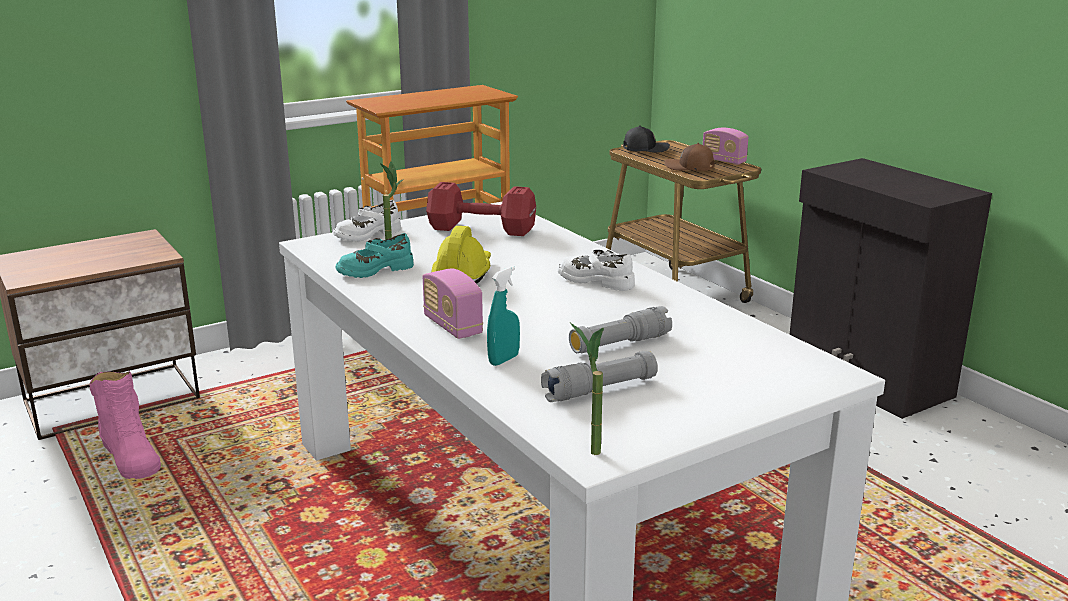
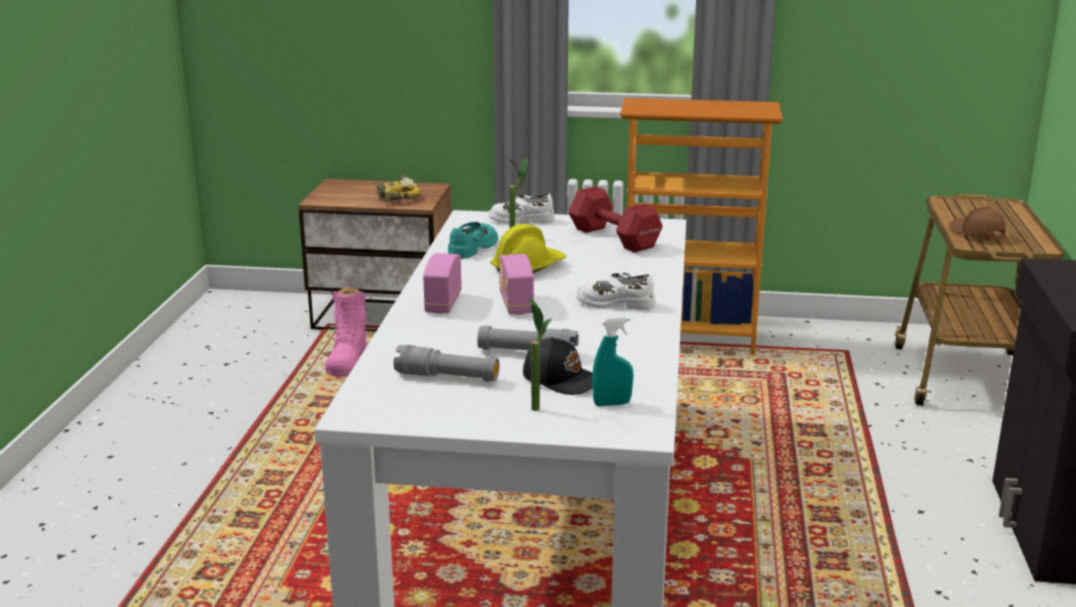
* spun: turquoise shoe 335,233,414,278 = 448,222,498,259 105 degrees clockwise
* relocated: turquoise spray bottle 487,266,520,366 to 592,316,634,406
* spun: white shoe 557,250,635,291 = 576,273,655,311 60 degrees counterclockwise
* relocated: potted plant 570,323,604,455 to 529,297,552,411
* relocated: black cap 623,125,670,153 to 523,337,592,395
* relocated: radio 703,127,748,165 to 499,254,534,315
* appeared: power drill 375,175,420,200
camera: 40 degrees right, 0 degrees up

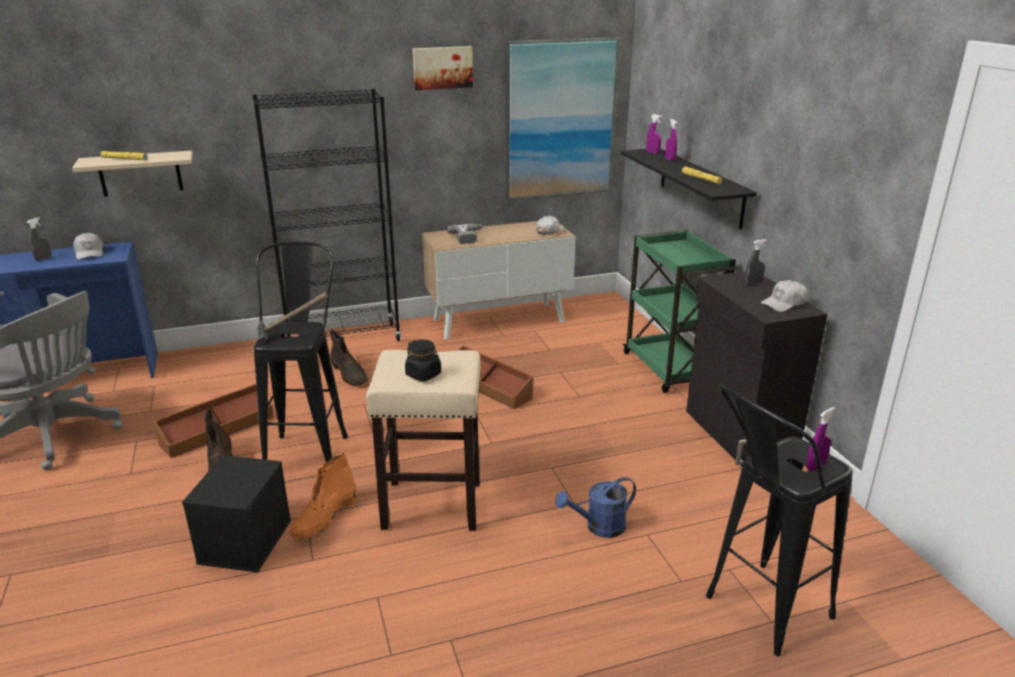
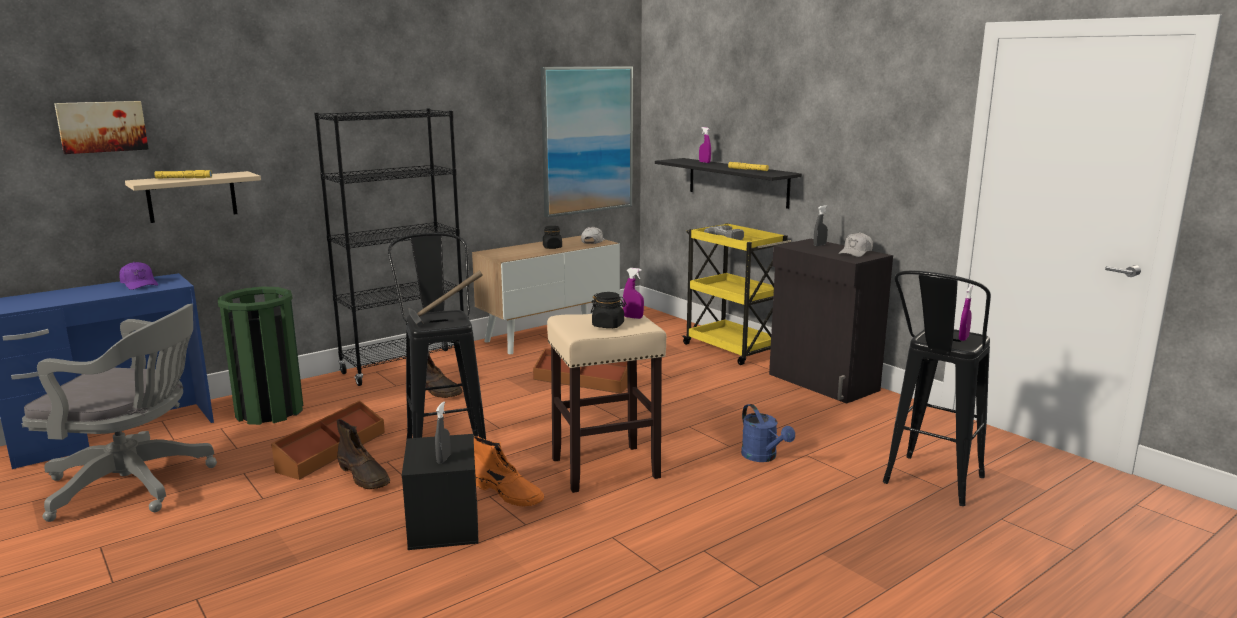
* relocated: grey spray bottle 27,218,51,261 to 435,402,451,463
* colour: white cap 73,233,104,260 to purple cap 119,262,158,290
* spun: orange boot 290,452,356,539 = 474,436,544,507 60 degrees counterclockwise
* relocated: picture 413,46,473,90 to 54,101,148,154
* relocated: power drill 447,224,483,244 to 704,225,744,240
* spun: blue watering can 555,477,636,538 = 741,404,795,462 75 degrees counterclockwise
* colour: green cart 623,230,737,393 to yellow cart 682,223,791,365
* relocated: purple spray bottle 646,114,662,154 to 623,268,644,319
* appeared: green trash can 218,287,303,425
* appeared: black jar 543,226,562,249
camera: 20 degrees left, 10 degrees down

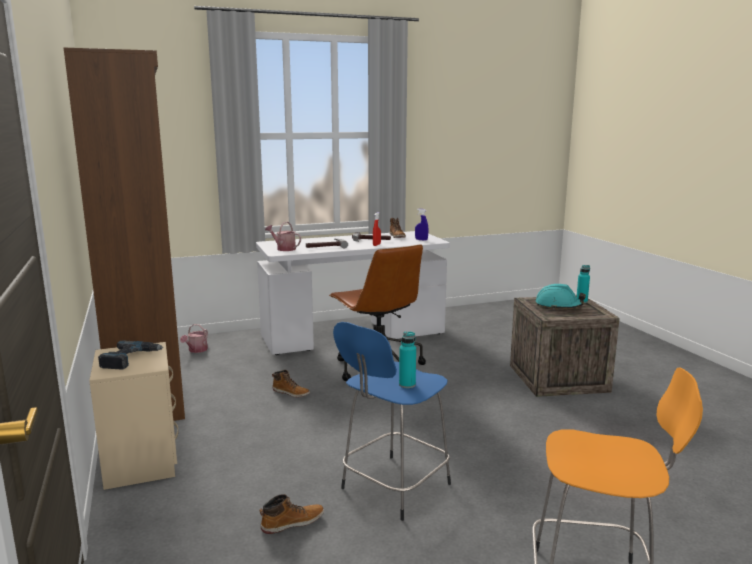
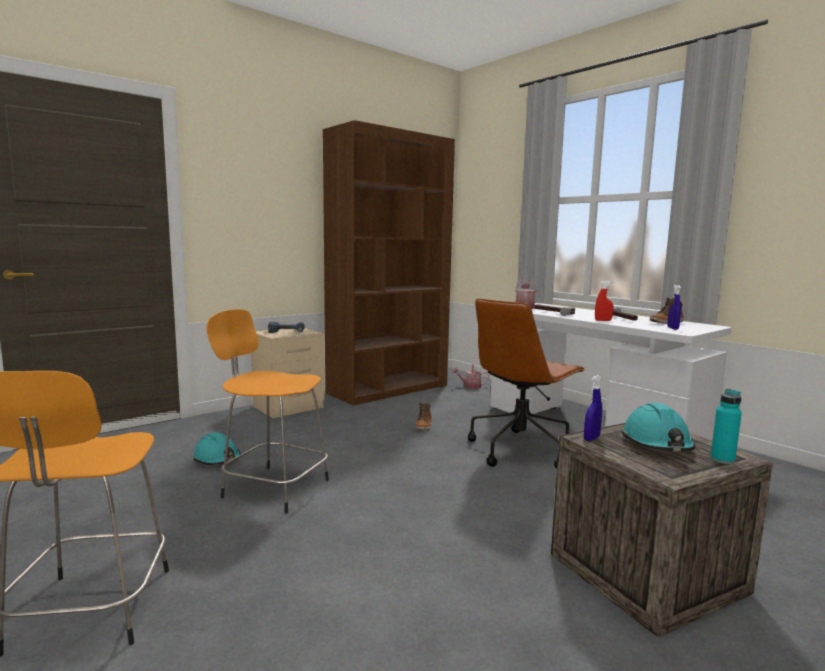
* exchanged: boot 260,494,324,534 to turquoise hard hat 194,432,241,465
* colour: blue stool 333,322,451,521 to orange stool 206,309,329,514
* missing: turquoise bottle 399,331,416,388
* appeared: blue spray bottle 584,375,602,442
camera: 70 degrees right, 5 degrees down

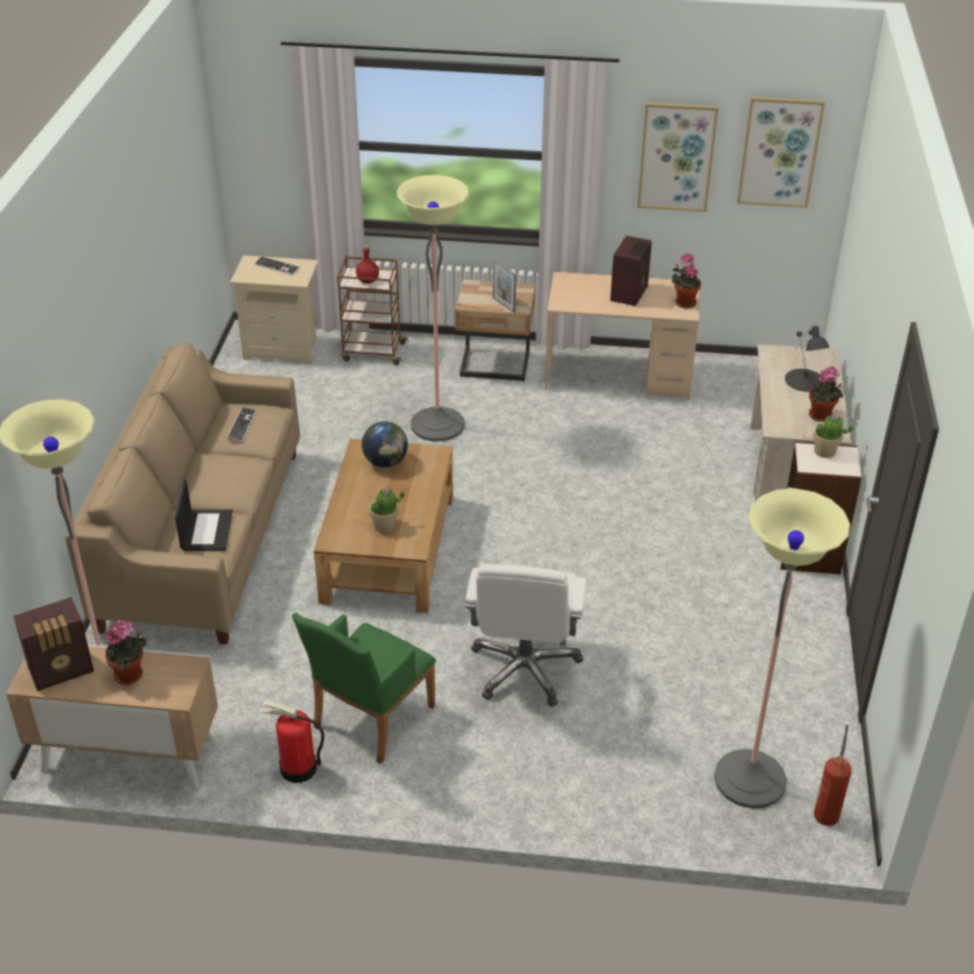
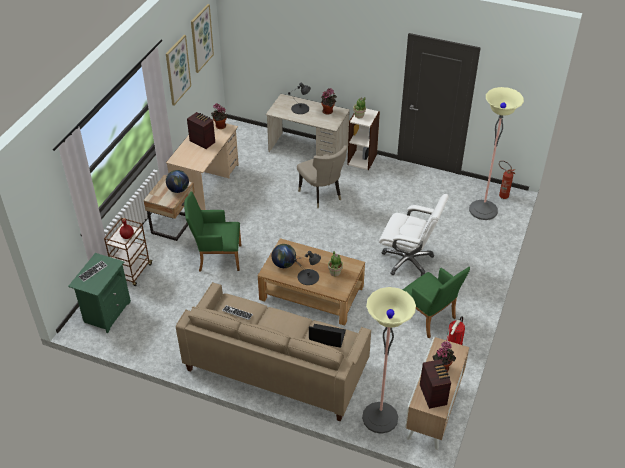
* colour: beige nightstand 230,255,319,365 to green nightstand 68,253,131,333
* exchanged: floor lamp 397,175,469,442 to green armchair 184,191,241,271
* exchanged: picture frame 493,260,516,313 to globe 166,170,189,193
* appeared: black table lamp 294,251,321,285
* appeared: beige chair 297,145,347,208
camera: 75 degrees left, 5 degrees up

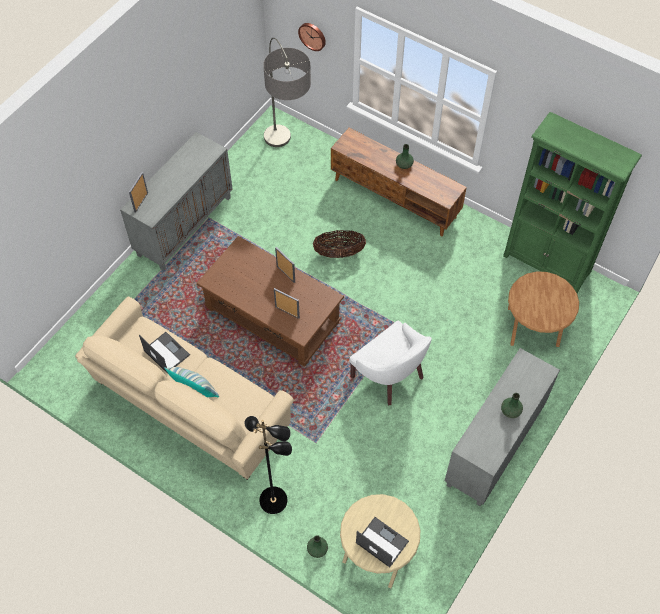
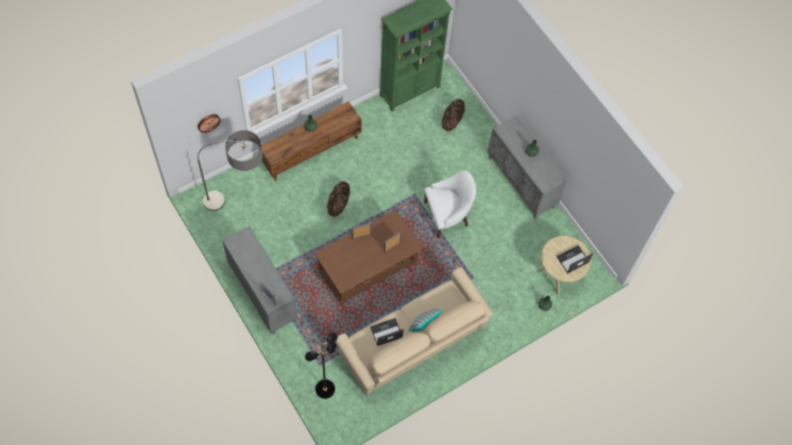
* relocated: black floor lamp 244,416,292,514 to 305,332,338,399
* exchanged: brown side table 508,272,579,347 to basket 442,99,465,131
camera: 70 degrees left, 5 degrees up

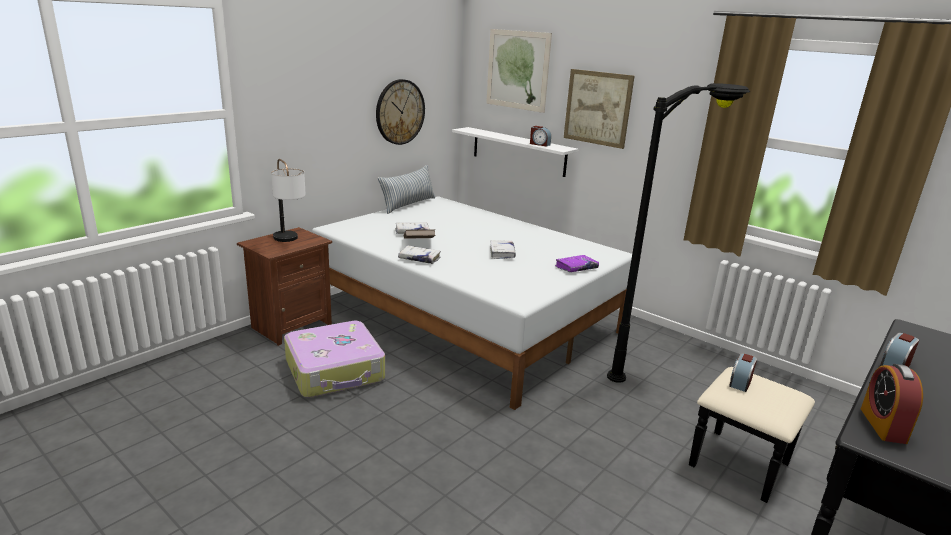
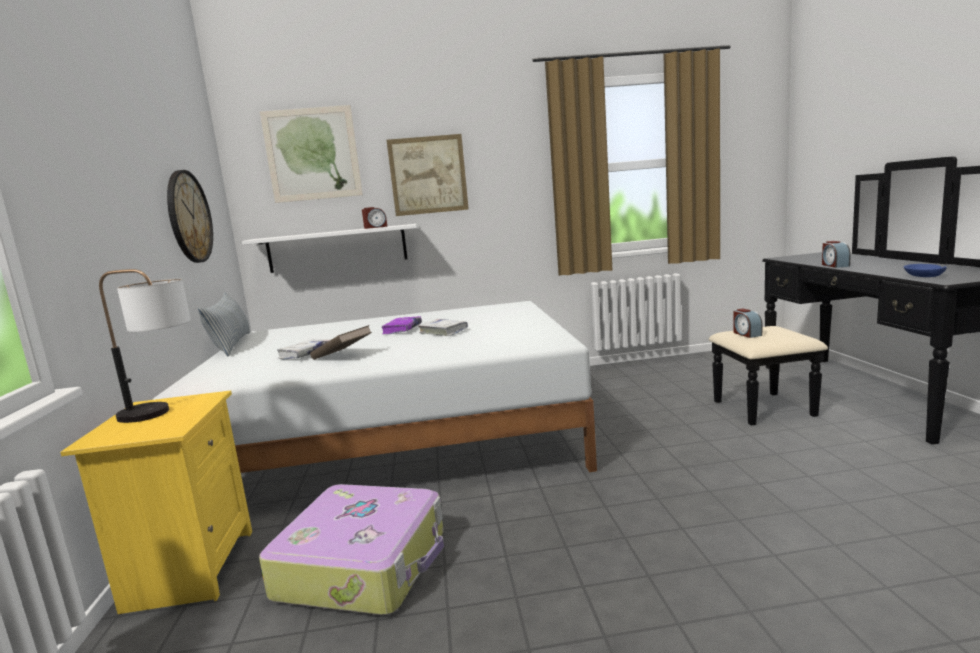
* colour: brown nightstand 237,227,332,346 to yellow nightstand 60,391,252,614
* missing: white book 398,245,441,264
* relocated: purple book 555,255,599,272 to 381,316,422,334
* missing: black floor lamp 607,83,750,383
* exchanged: alarm clock 861,364,923,444 to blue bowl 904,264,947,277
camera: 45 degrees left, 10 degrees down

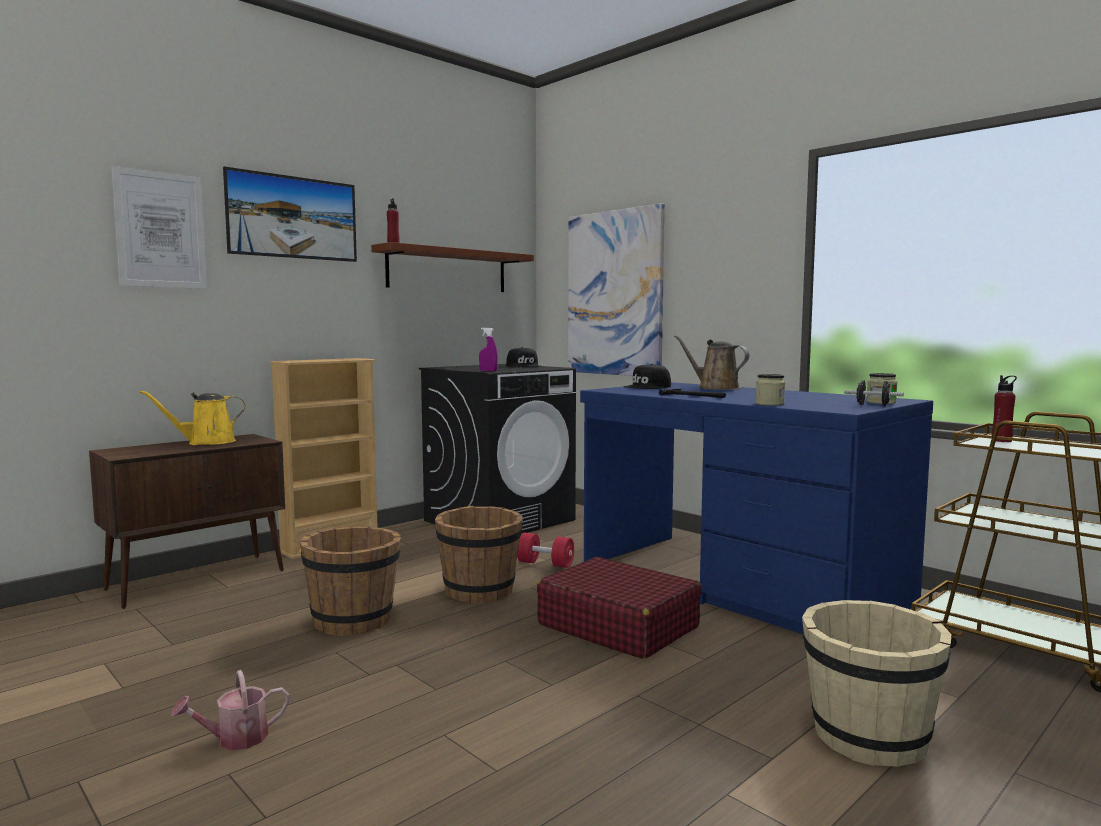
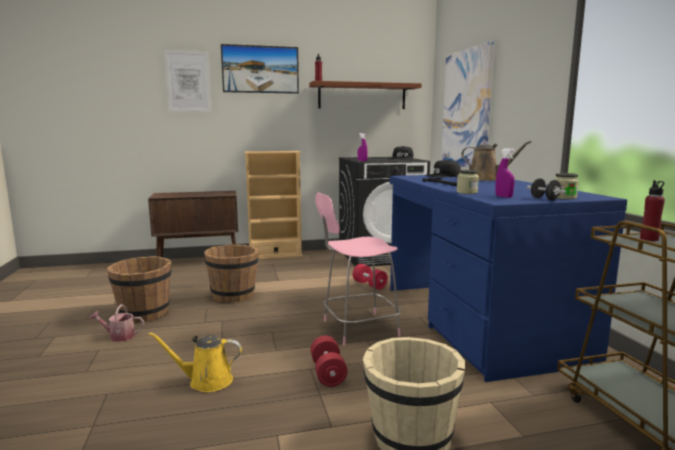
* relocated: yellow watering can 139,390,245,445 to 148,332,242,392
* relocated: brown bucket 435,506,522,604 to 107,256,172,322
* exchanged: red suitcase 537,557,702,659 to pink chair 315,192,401,346
* spun: brown watering can 674,335,749,390 = 461,141,532,181 135 degrees clockwise
* appeared: red dumbbell 310,336,347,387
* appeared: purple spray bottle 495,148,515,198
camera: 30 degrees right, 5 degrees up

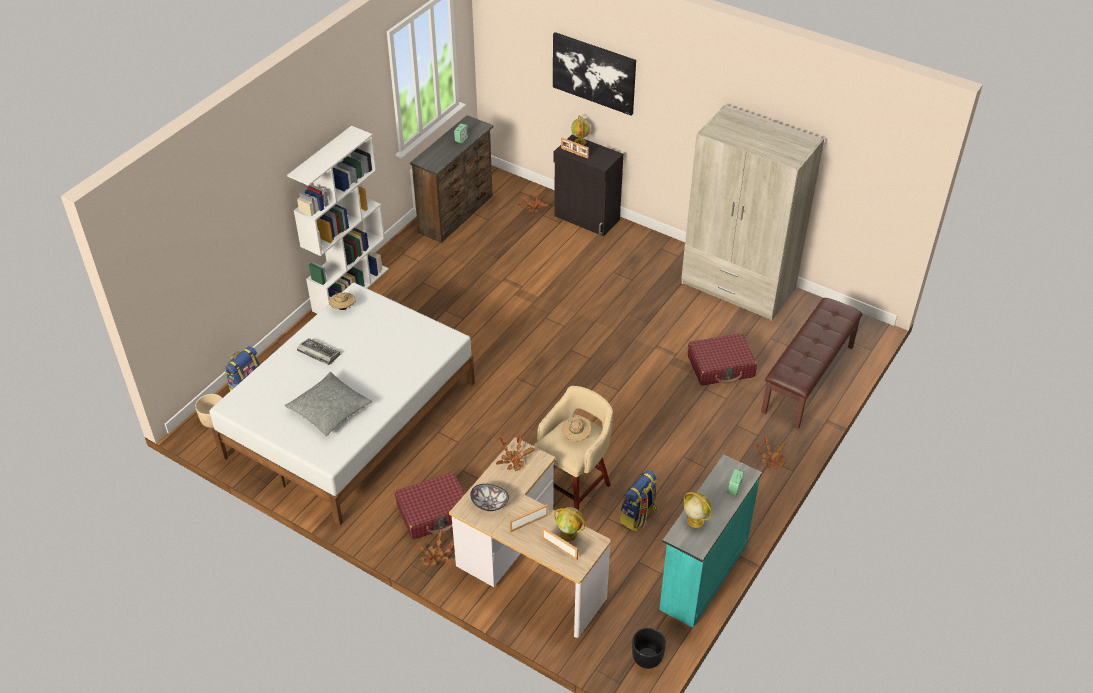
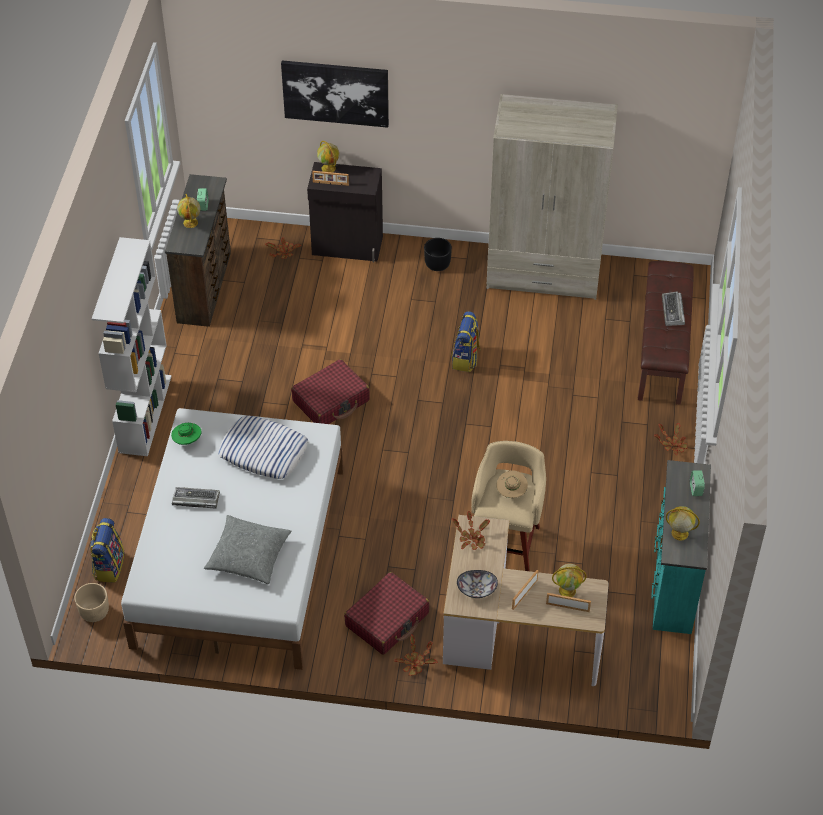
* colour: beige hat 329,292,356,310 to green hat 171,423,202,445
* relocated: backpack 620,470,658,531 to 451,311,481,372
* relocated: black planter 632,628,666,669 to 424,238,452,271
* relocated: red suitcase 688,333,757,386 to 291,359,370,424
* appeared: globe 177,194,200,228
* appeared: pillow 218,415,308,479
* appeared: keyboard 662,291,685,326
camera: 25 degrees left, 5 degrees up

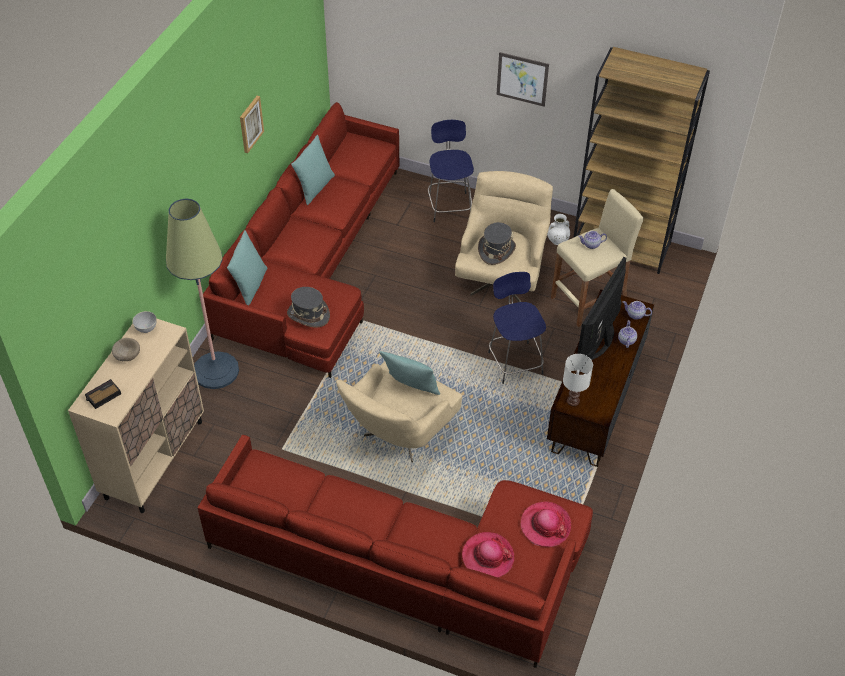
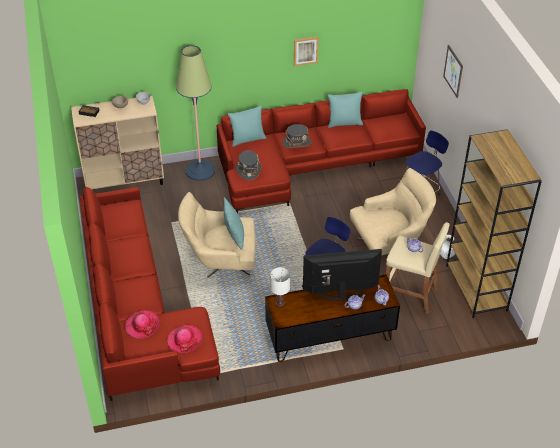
* relocated: grey hat 478,222,516,265 to 283,124,312,148
* relocated: picture 496,52,549,107 to 443,45,463,98
camera: 55 degrees right, 5 degrees down

